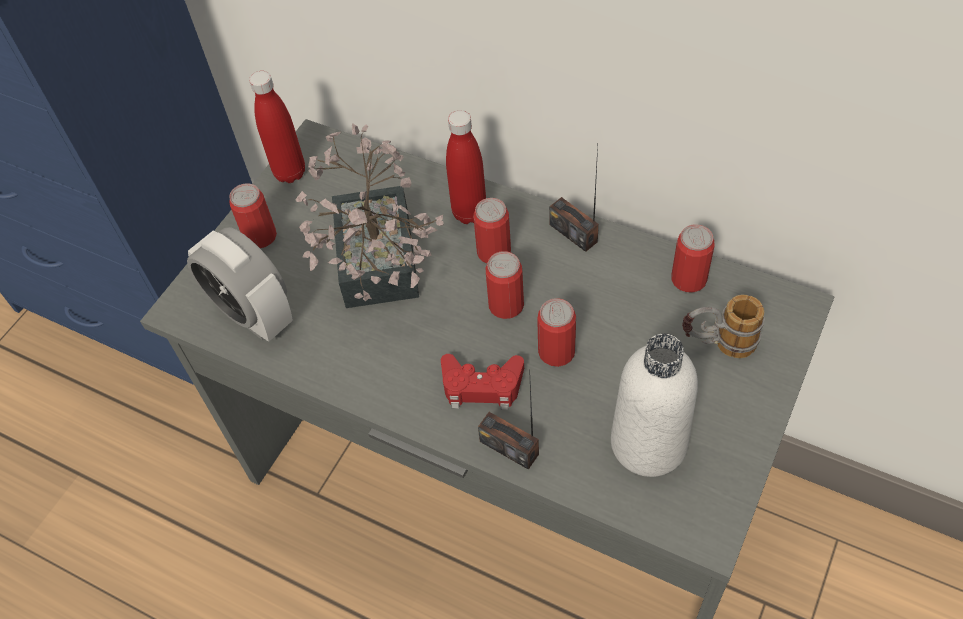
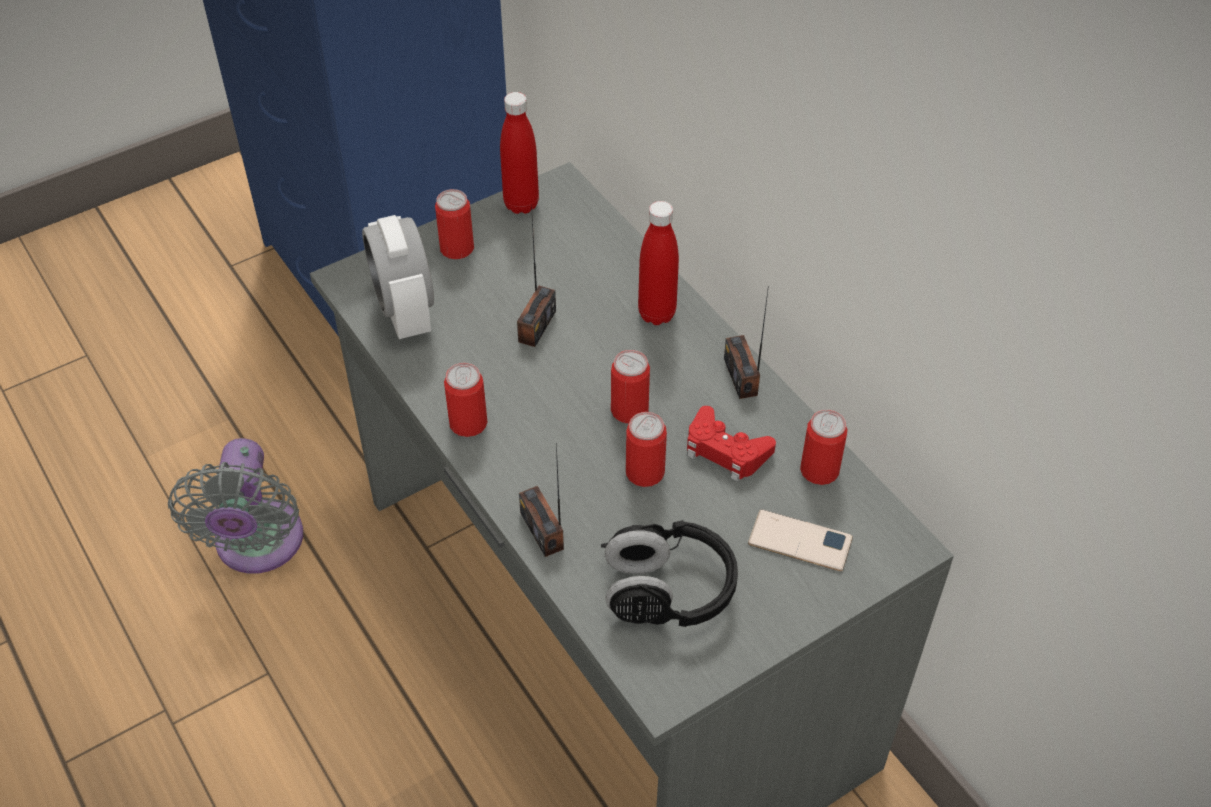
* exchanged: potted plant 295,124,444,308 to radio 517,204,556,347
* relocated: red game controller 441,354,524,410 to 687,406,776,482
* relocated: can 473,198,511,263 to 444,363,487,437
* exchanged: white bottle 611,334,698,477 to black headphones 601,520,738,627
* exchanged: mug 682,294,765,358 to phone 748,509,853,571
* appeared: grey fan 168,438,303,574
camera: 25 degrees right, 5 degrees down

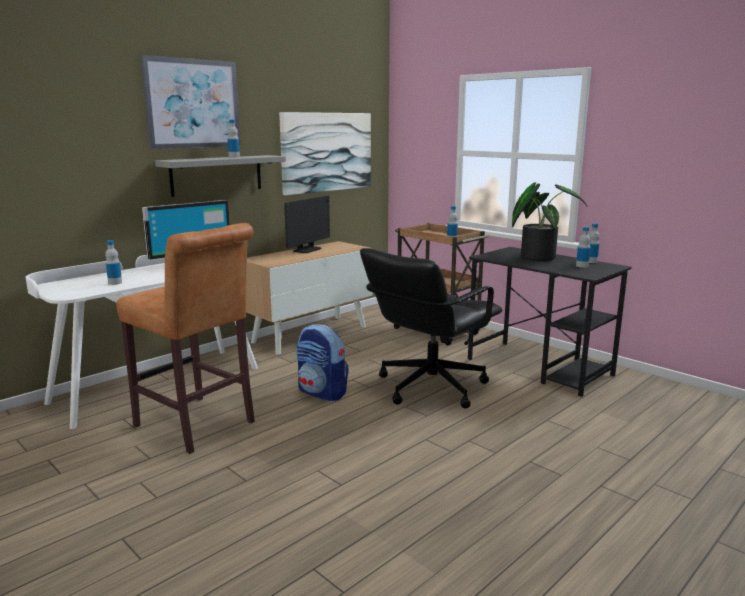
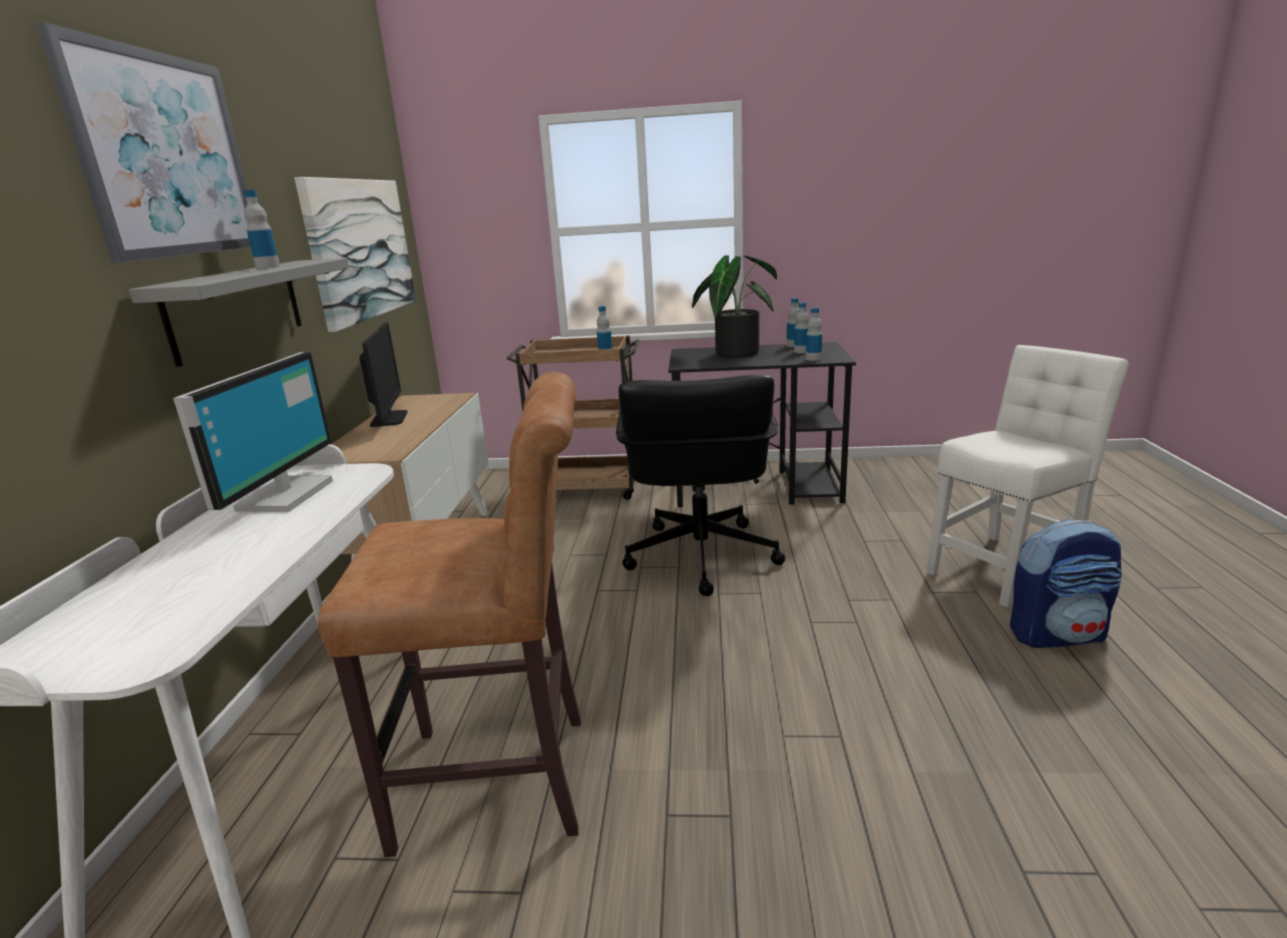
* relocated: bottle 105,240,122,285 to 806,307,822,361
* relocated: backpack 296,324,349,402 to 1010,519,1122,648
* appeared: white chair 926,345,1129,608
camera: 40 degrees left, 5 degrees up

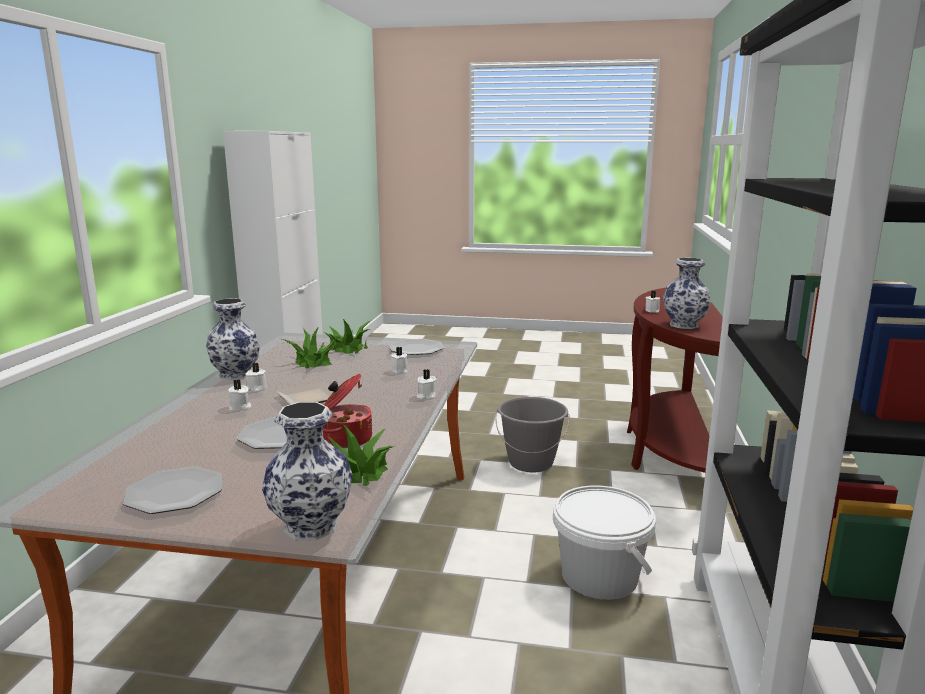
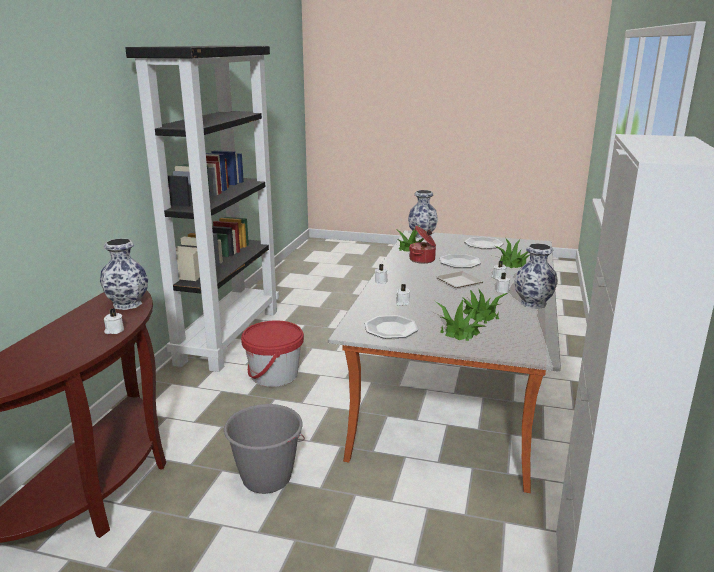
* colour: white bucket 553,485,656,600 to red bucket 241,320,304,387
* appeared: potted plant 495,239,530,268
camera: 175 degrees left, 5 degrees up

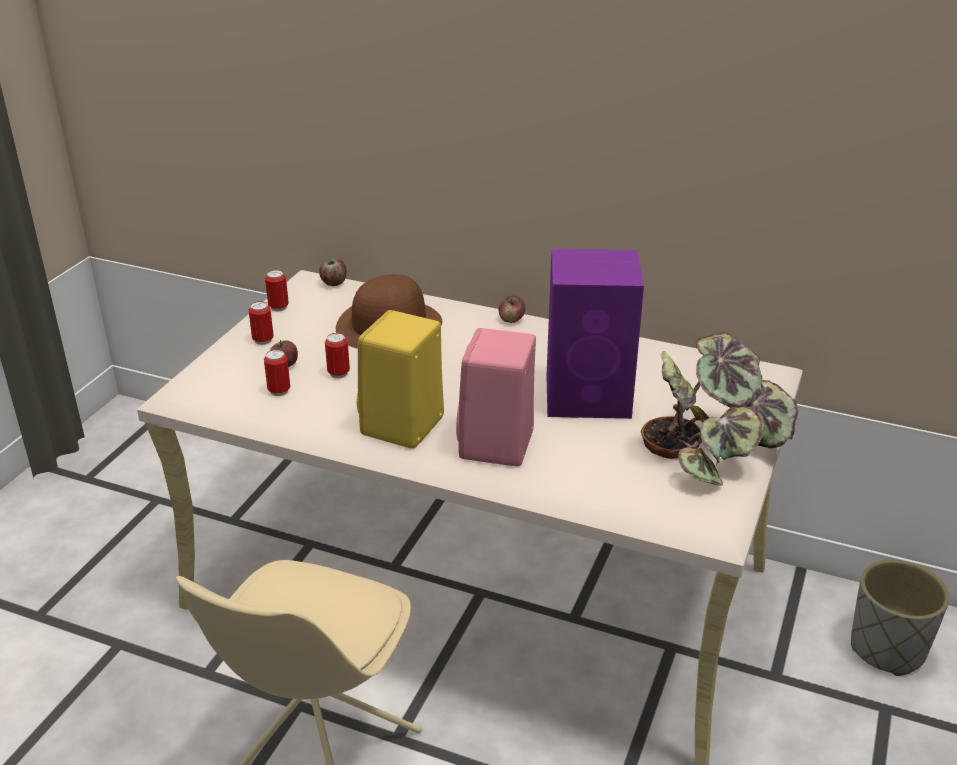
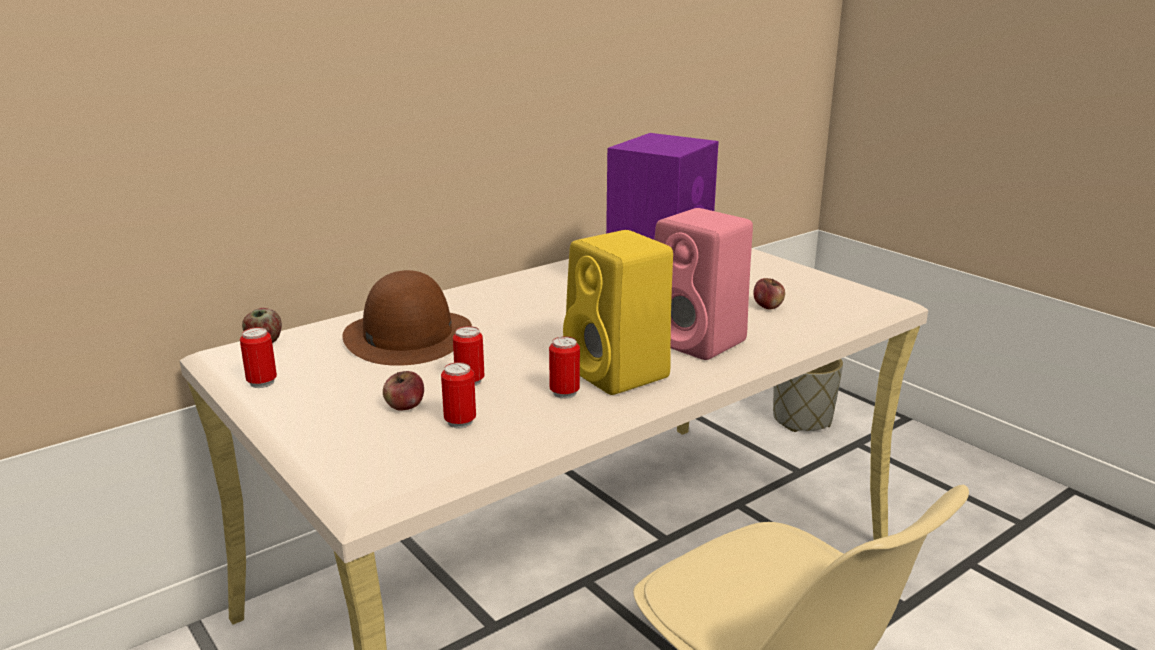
* relocated: can 249,301,274,345 to 549,336,580,399
* relocated: apple 499,296,526,323 to 754,278,785,309
* missing: potted plant 640,332,798,486
camera: 60 degrees left, 10 degrees down

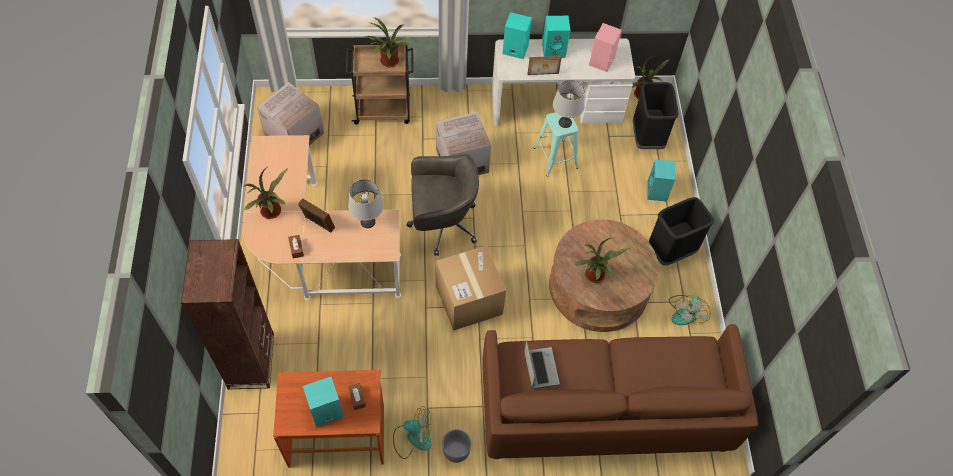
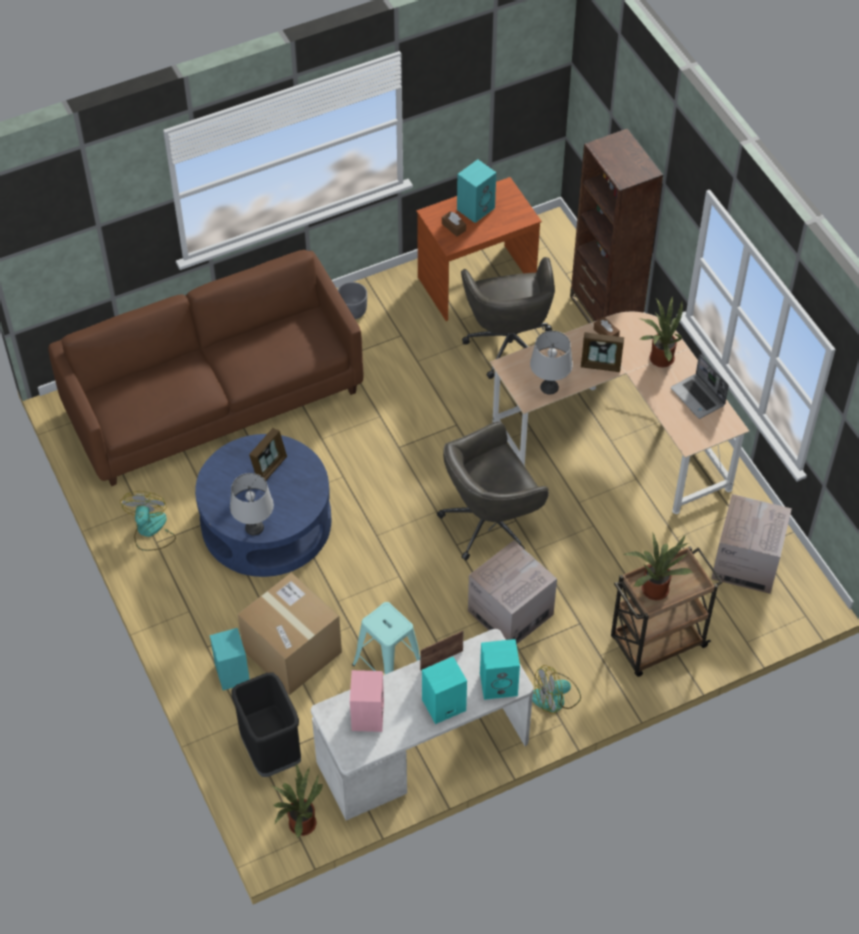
* relocated: fan 393,406,432,459 to 532,665,581,714
* relocated: cardboard box 436,245,506,331 to 237,572,342,695
* relocated: laptop 524,340,560,389 to 671,354,729,419
* colour: brown coffee table 549,219,659,332 to blue coffee table 195,434,331,577
* relocated: grey table lamp 553,80,585,128 to 230,473,274,535
* exchanged: potted plant 573,237,630,283 to picture frame 249,428,287,480
* missing: black trash can 649,197,714,266
* appeared: grey office chair 461,257,555,379
camera: 160 degrees right, 5 degrees down

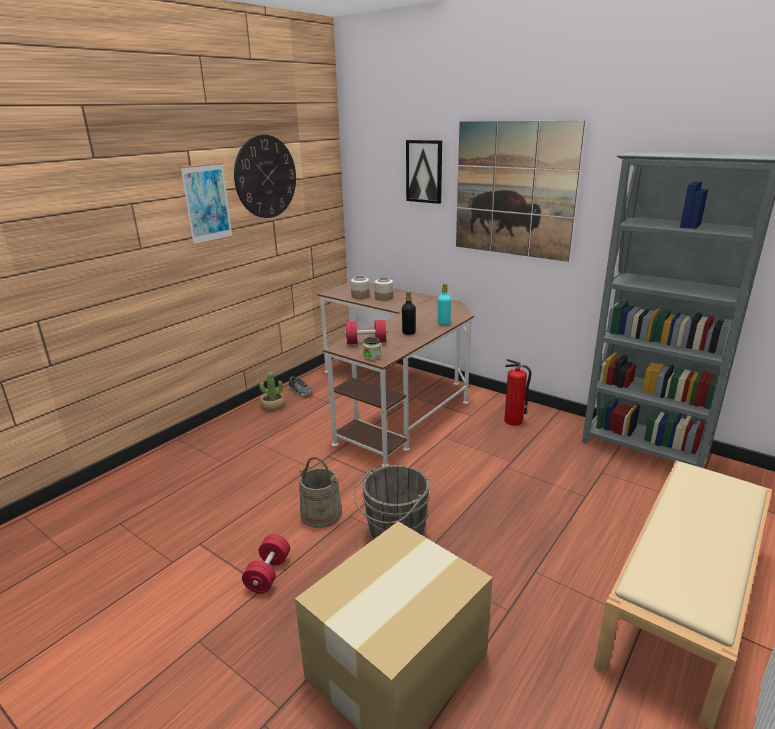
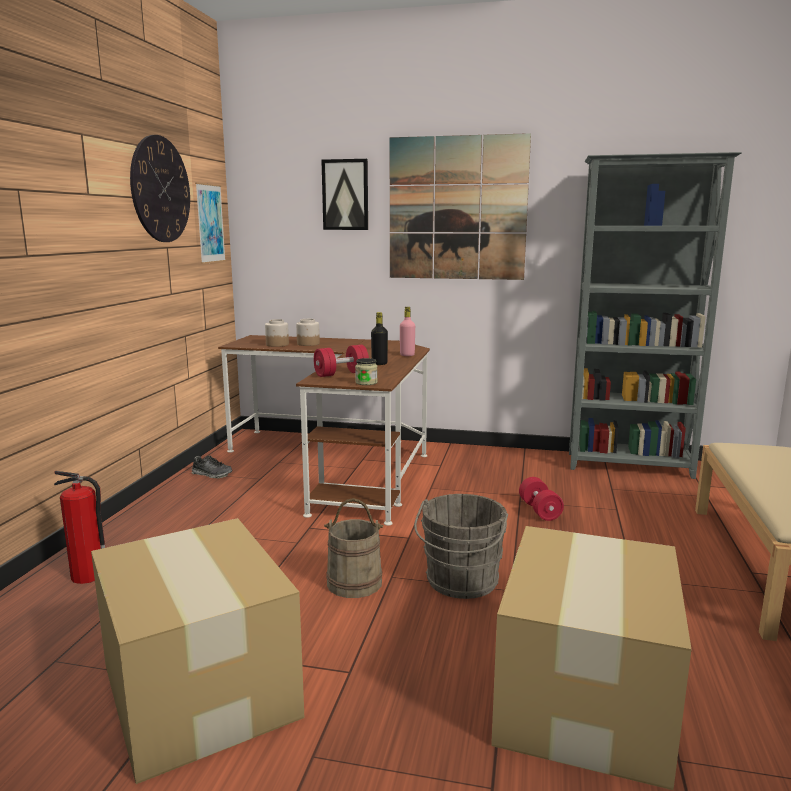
* relocated: picture 180,163,233,245 to 195,182,226,264
* relocated: red dumbbell 242,534,290,593 to 519,477,564,521
* missing: potted plant 260,372,285,411
* colour: turquoise bottle 438,283,451,325 to pink bottle 400,307,415,356
* relocated: fire extinguisher 504,359,532,426 to 54,471,105,584
* appeared: cardboard box 91,518,305,784
camera: 25 degrees left, 10 degrees down

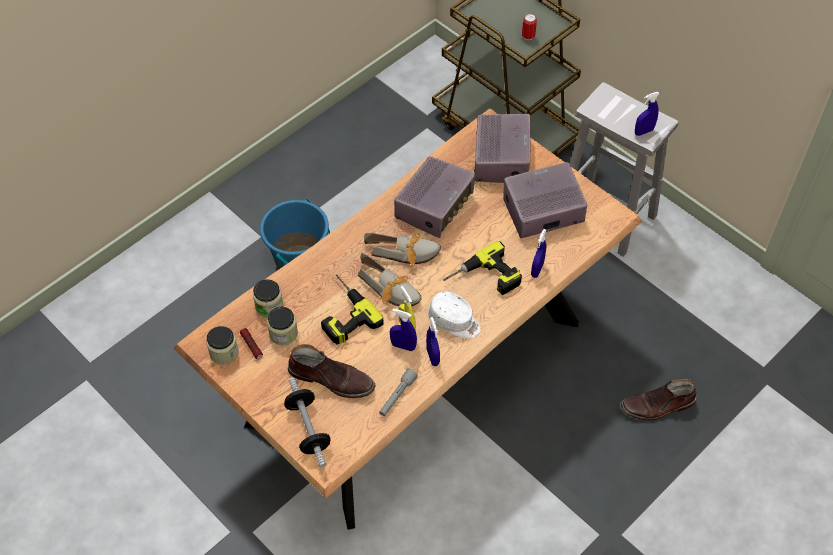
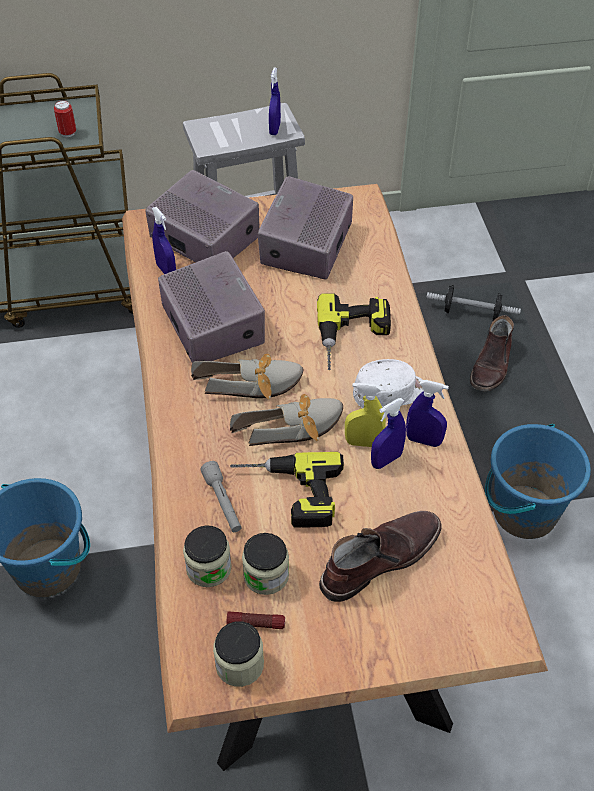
* relocated: dumbbell 284,377,331,468 to 426,285,521,320
* spun: shoe 364,233,441,266 = 191,354,303,400 45 degrees clockwise
* relocated: grey flashlight 379,368,418,416 to 200,461,242,532
* relocated: blue spray bottle 531,229,546,278 to 152,207,176,274
* appeared: blue bucket 485,424,591,539
camera: 55 degrees left, 5 degrees down

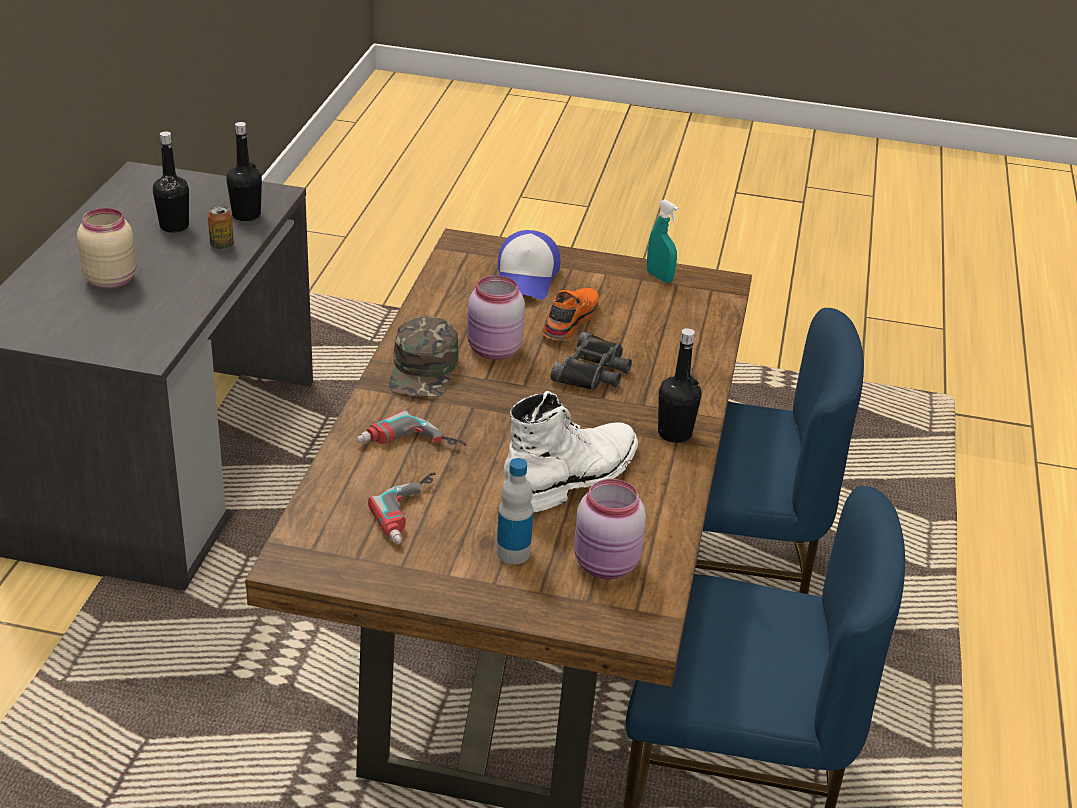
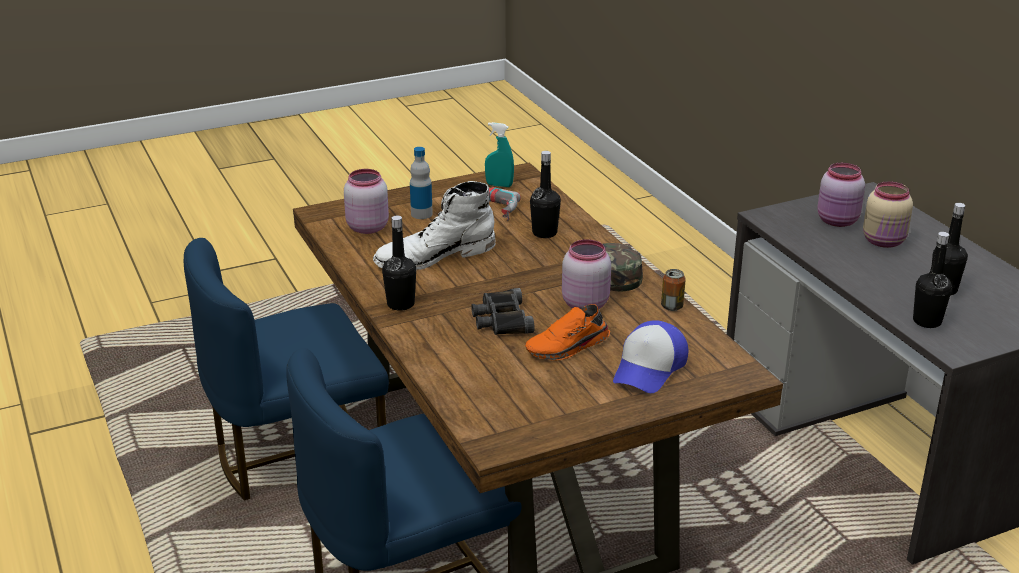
* relocated: can 208,205,234,250 to 661,269,686,311
* exchanged: power drill 356,410,467,446 to black bottle 530,151,561,238
* spun: cap 498,230,560,300 = 613,320,688,393 120 degrees counterclockwise
* spun: white boot 503,391,638,512 = 373,181,496,270 60 degrees clockwise
* spun: orange shoe 542,288,599,341 = 525,304,610,360 75 degrees clockwise
* relocated: turquoise spray bottle 647,199,679,283 to 485,122,514,187
* appeared: pink jar 817,163,865,227
camera: 145 degrees right, 5 degrees down

